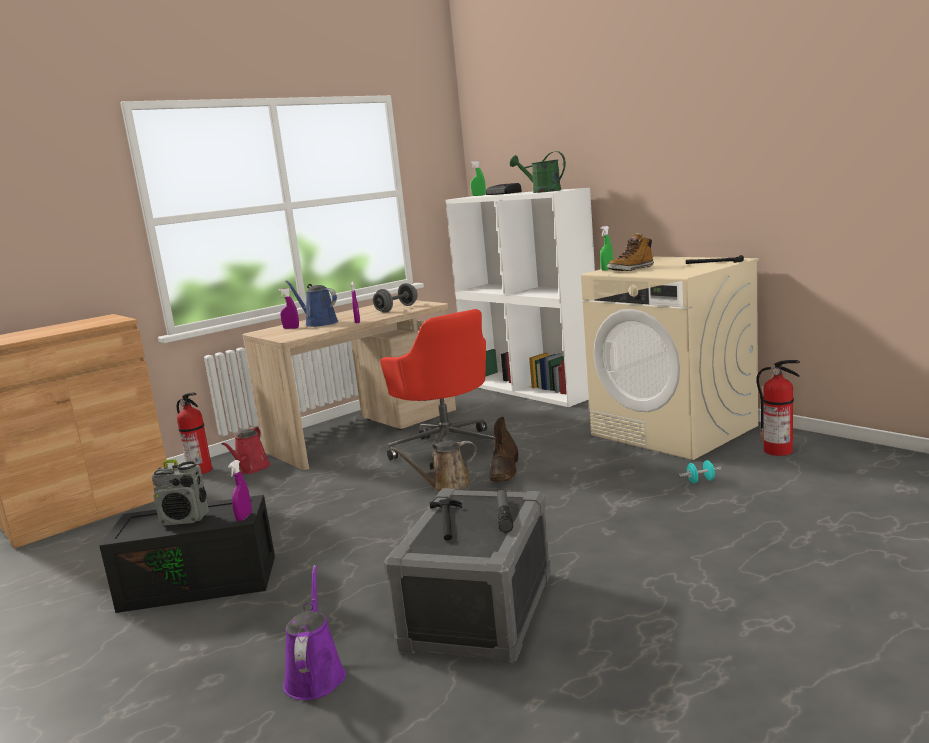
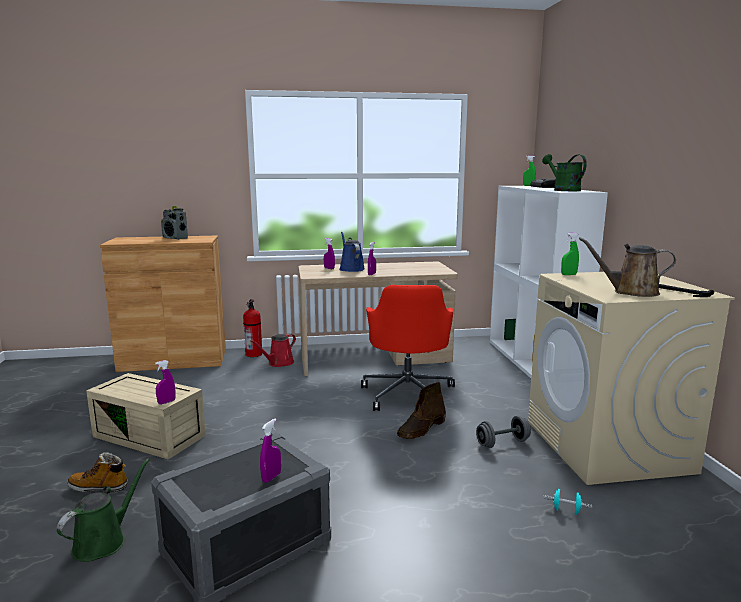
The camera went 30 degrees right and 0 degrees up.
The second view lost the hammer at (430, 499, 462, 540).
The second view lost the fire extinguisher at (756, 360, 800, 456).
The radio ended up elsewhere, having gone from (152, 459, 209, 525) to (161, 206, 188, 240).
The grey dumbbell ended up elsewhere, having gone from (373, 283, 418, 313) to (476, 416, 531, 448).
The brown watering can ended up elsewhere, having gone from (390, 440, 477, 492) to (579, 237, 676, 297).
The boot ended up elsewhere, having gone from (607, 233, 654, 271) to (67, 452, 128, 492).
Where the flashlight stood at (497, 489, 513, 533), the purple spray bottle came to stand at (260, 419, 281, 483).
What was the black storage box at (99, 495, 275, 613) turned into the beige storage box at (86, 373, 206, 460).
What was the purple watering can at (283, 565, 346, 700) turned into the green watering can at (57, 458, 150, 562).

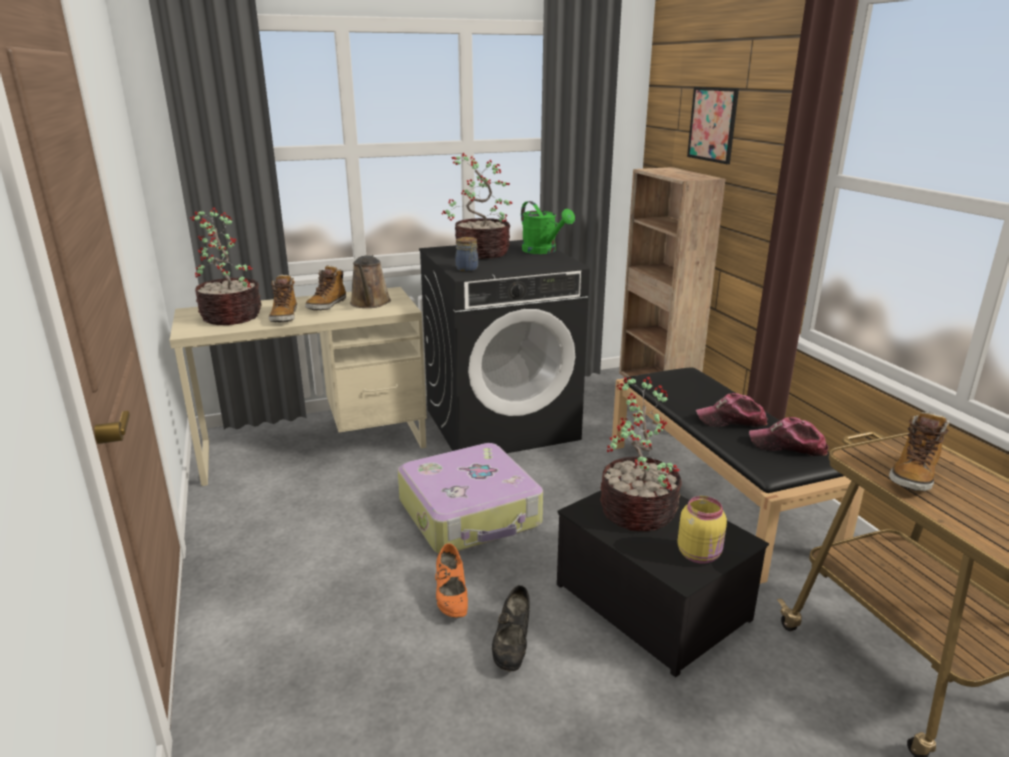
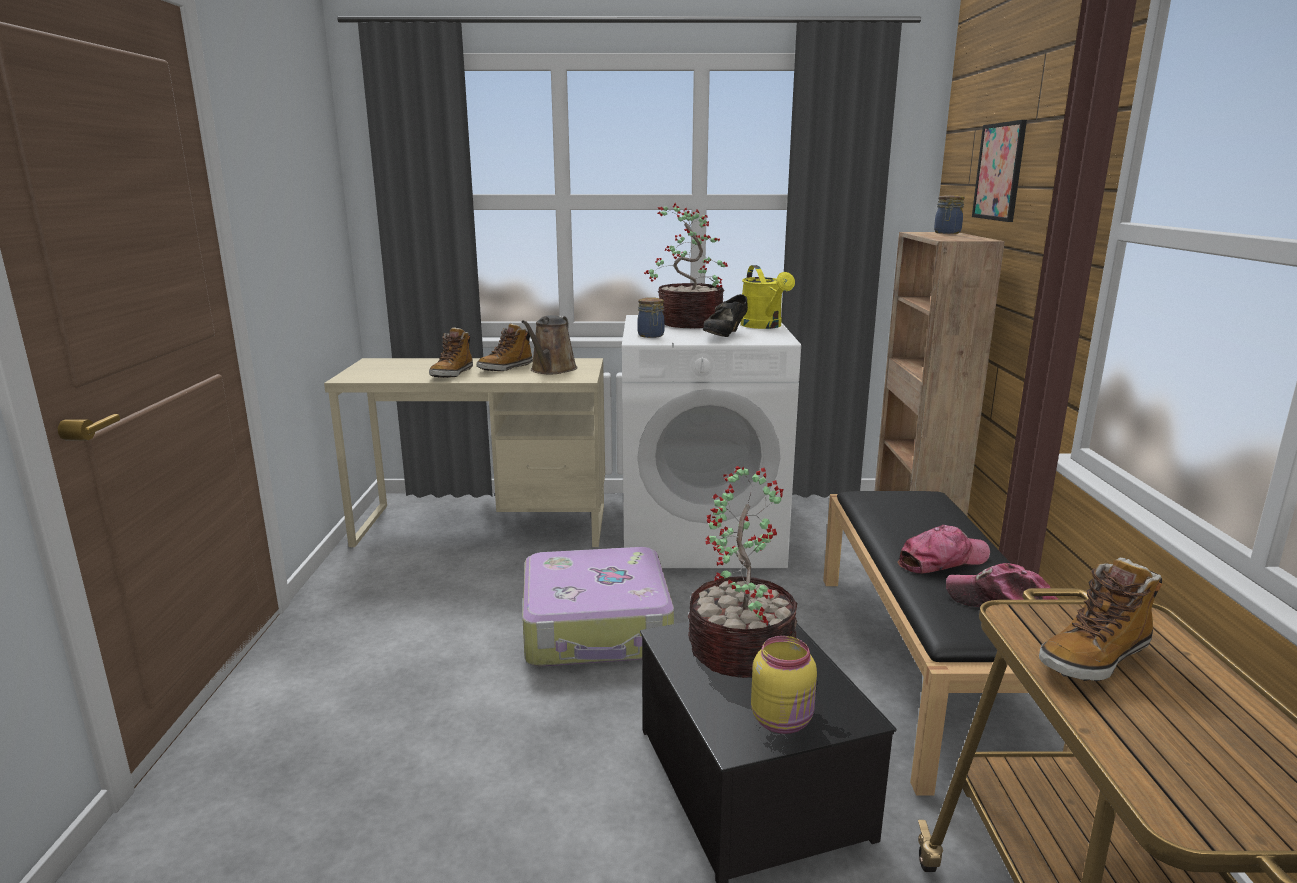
The camera went 20 degrees right and 5 degrees down.
The second view lost the potted plant at (190, 208, 262, 325).
The second view lost the orange shoe at (435, 543, 468, 618).
The second view gained the jar at (934, 195, 964, 234).
The black shoe ended up elsewhere, having gone from (492, 585, 530, 671) to (703, 294, 748, 337).
What was the black washing machine at (419, 240, 590, 453) turned into the white washing machine at (622, 315, 801, 568).
What was the green watering can at (521, 201, 575, 254) turned into the yellow watering can at (740, 265, 795, 329).
The cap at (696, 393, 767, 427) ended up facing another way, 135 degrees clockwise from before.

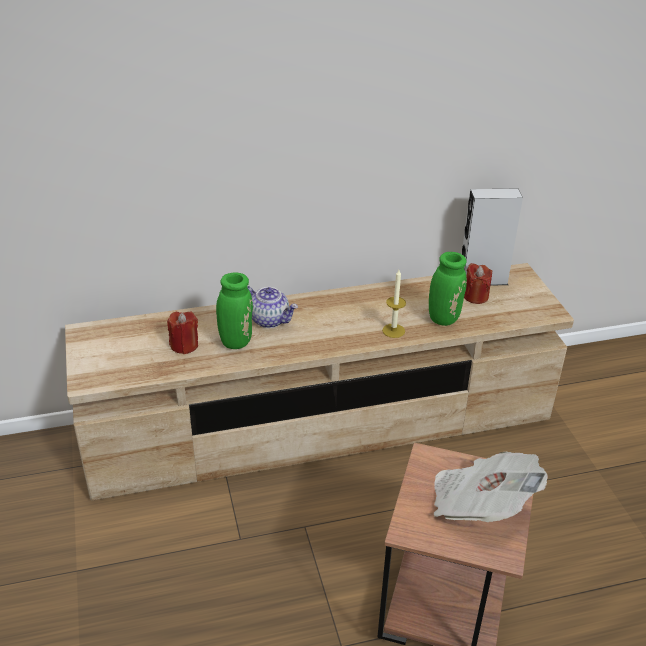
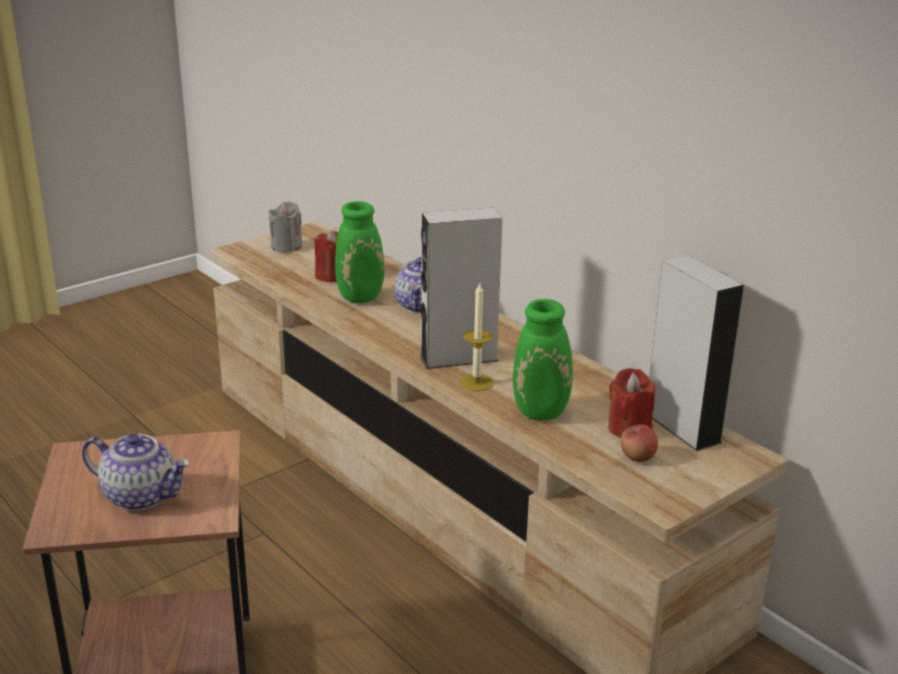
The camera went 65 degrees right and 10 degrees down.
The second view gained the grey candle at (268, 202, 303, 252).
The second view gained the grey speaker at (420, 208, 503, 369).
The second view gained the apple at (621, 424, 658, 462).
Where the newspaper stood at (433, 452, 548, 522), the teapot came to stand at (82, 434, 190, 511).

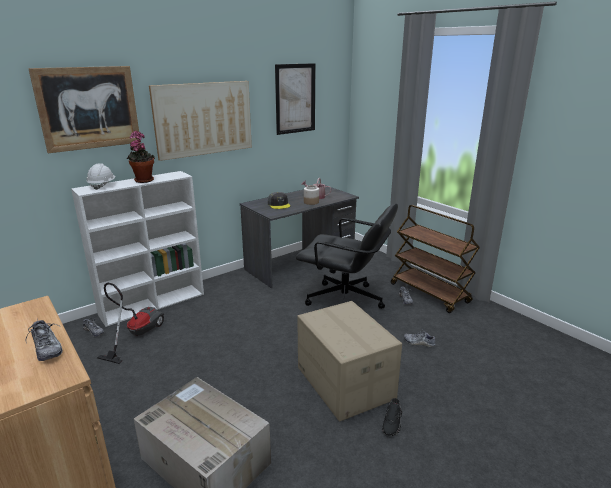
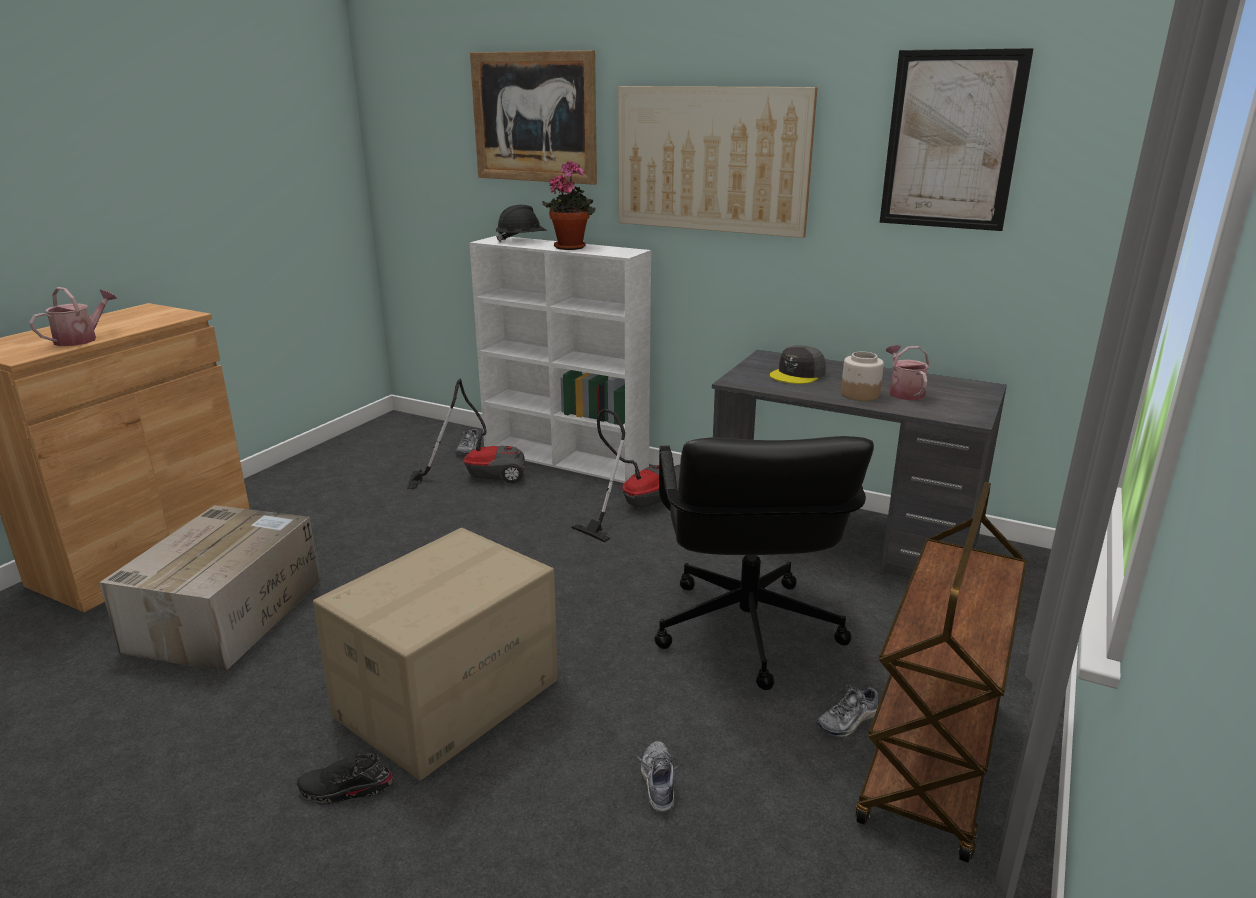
The camera went 65 degrees right and 0 degrees up.
The second view gained the vacuum cleaner at (572, 409, 662, 542).
Where the shoe stood at (25, 319, 63, 361), the watering can came to stand at (30, 287, 117, 346).
What was the white hard hat at (86, 163, 115, 190) turned into the black hard hat at (496, 205, 547, 242).

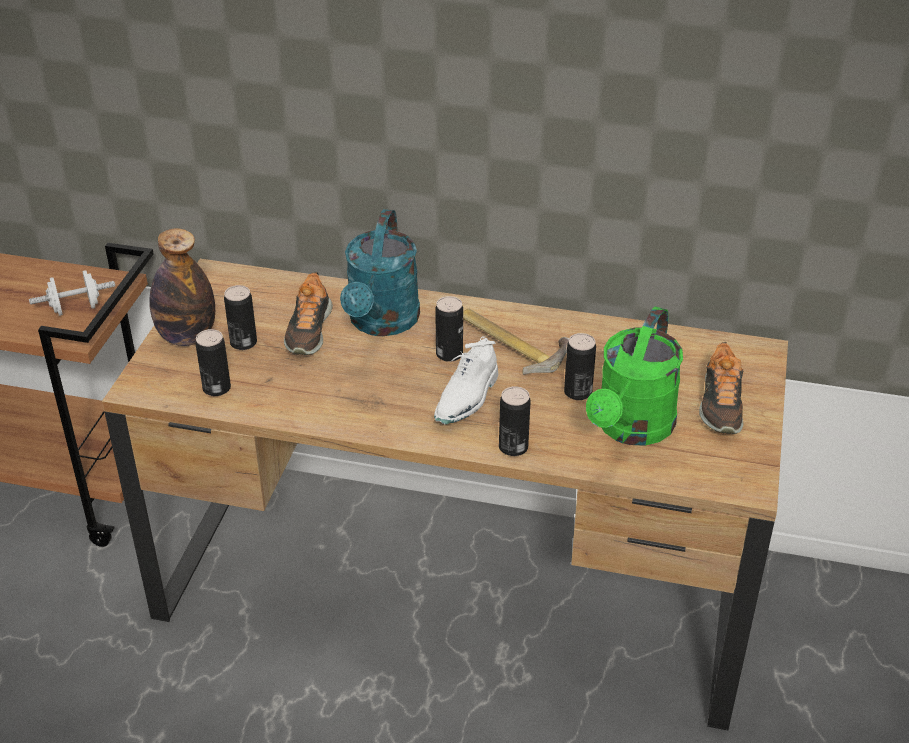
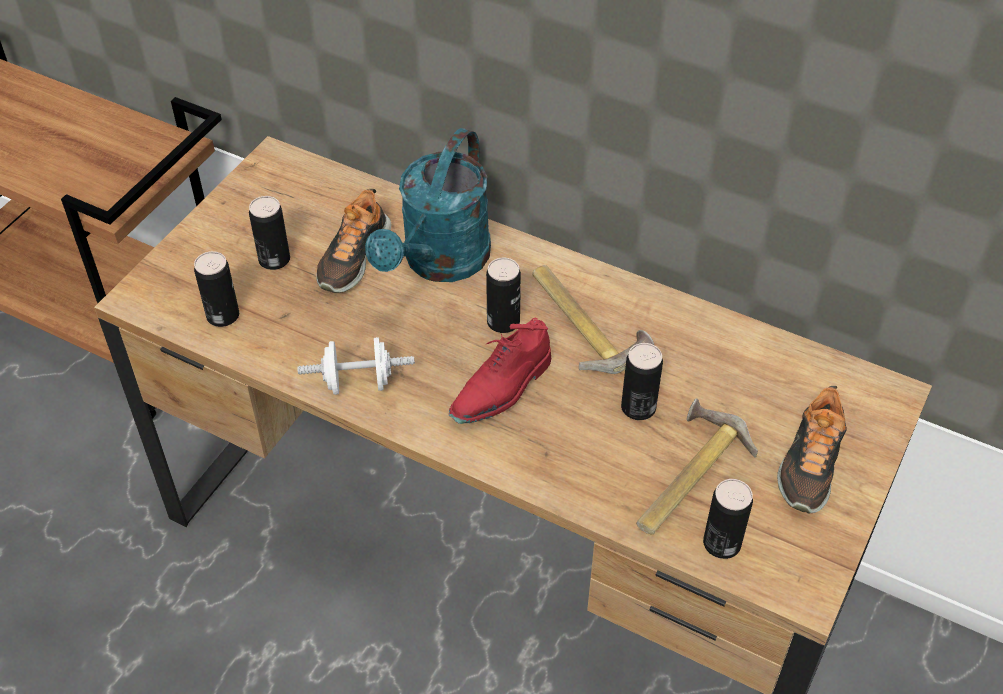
The camera went 15 degrees right and 10 degrees up.
The second view lost the bottle at (149, 228, 215, 346).
The white dumbbell ended up elsewhere, having gone from (29, 271, 115, 316) to (297, 337, 415, 395).
The can ended up elsewhere, having gone from (499, 386, 531, 456) to (703, 479, 753, 559).
Where the green watering can stood at (586, 307, 683, 446), the hammer came to stand at (636, 398, 758, 534).
What was the white shoe at (434, 336, 498, 424) turned into the red shoe at (449, 318, 551, 424).

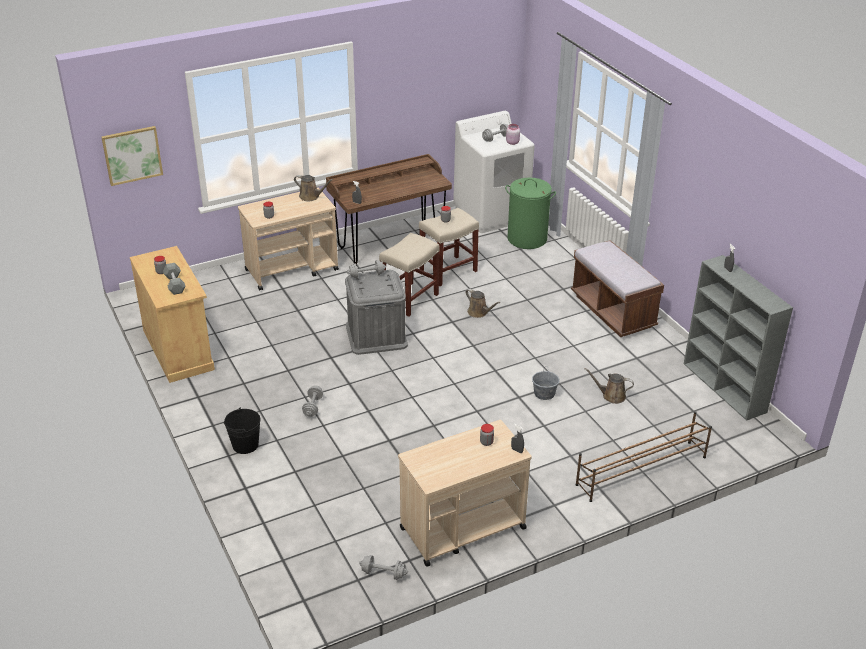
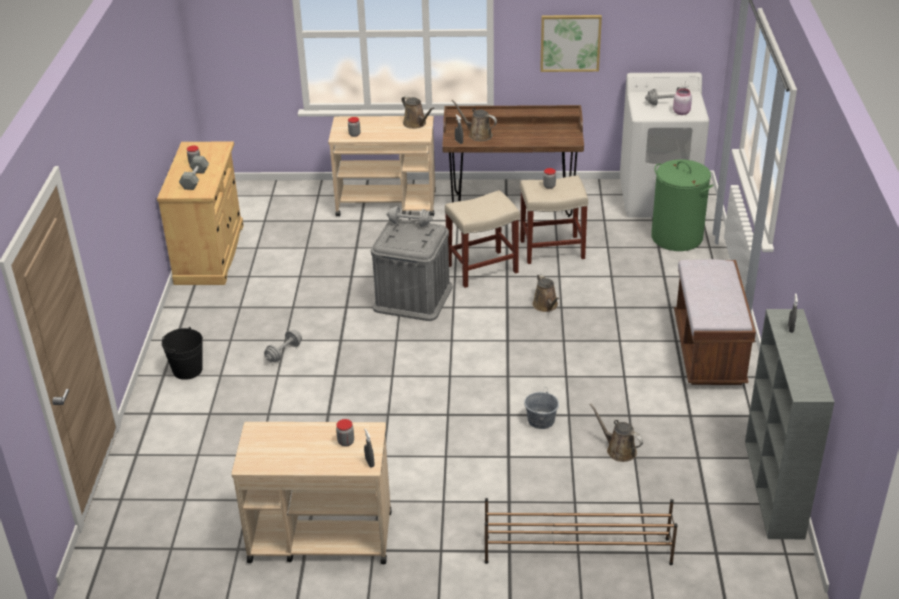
The camera went 30 degrees right and 0 degrees up.
The second view lost the grey dumbbell at (359, 555, 408, 580).
The second view gained the brown watering can at (451, 100, 497, 141).
The picture ended up elsewhere, having gone from (101, 126, 163, 186) to (540, 15, 602, 72).

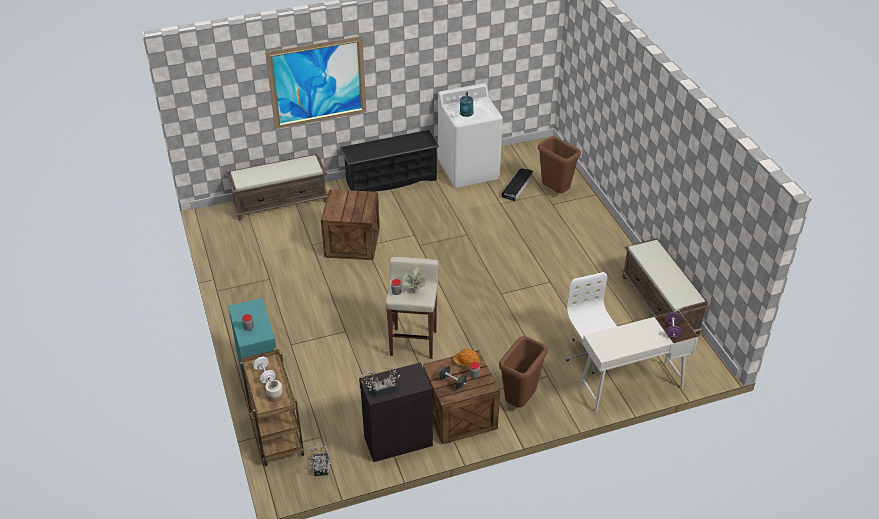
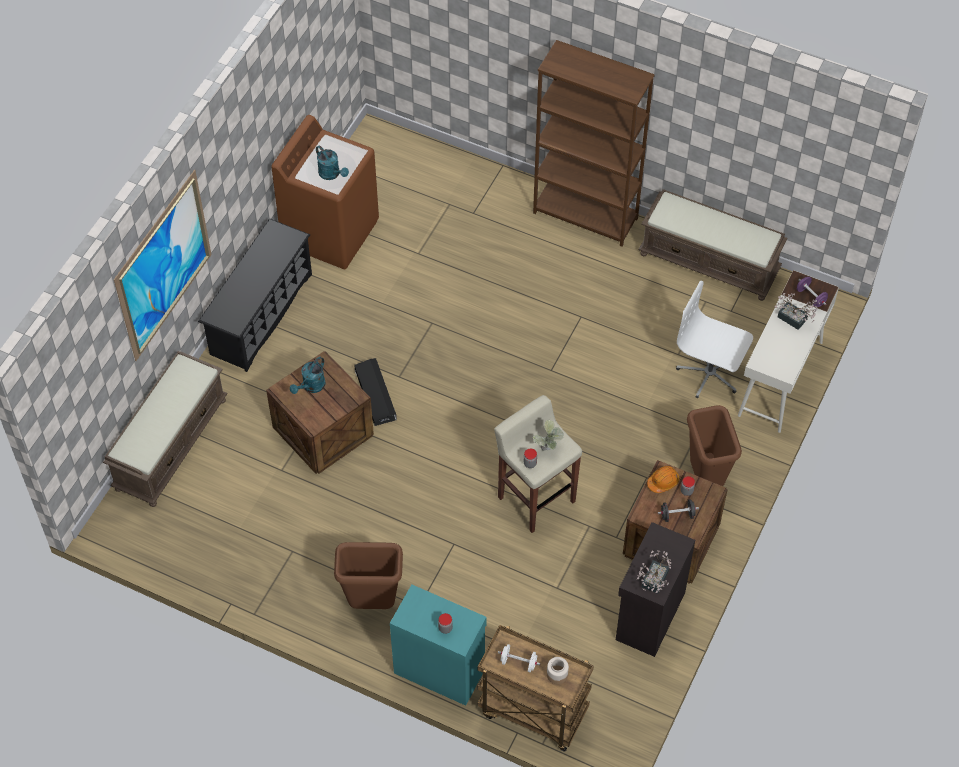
The camera went 45 degrees left and 15 degrees up.
The second view gained the turquoise watering can at (290, 357, 326, 394).
The second view gained the brown bookcase at (533, 40, 655, 247).
The potted plant ended up elsewhere, having gone from (308, 443, 333, 476) to (774, 293, 820, 330).
The black storage box ended up elsewhere, having gone from (502, 168, 534, 201) to (354, 358, 397, 426).
The brown trash can ended up elsewhere, having gone from (538, 136, 581, 193) to (334, 542, 403, 609).
What was the white washing machine at (438, 83, 503, 188) turned into the brown washing machine at (271, 115, 379, 269).

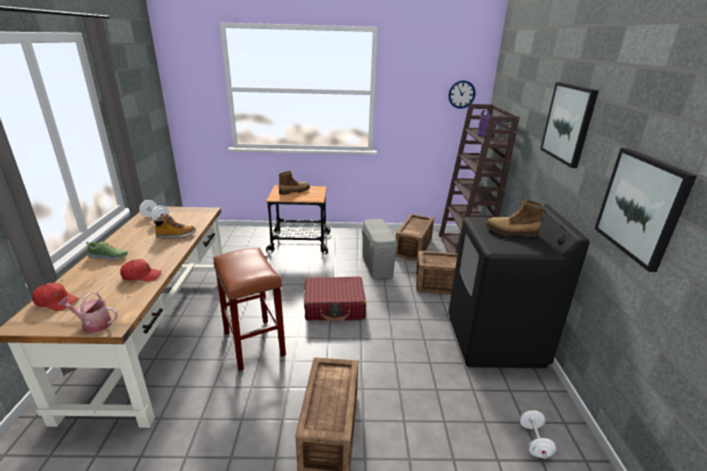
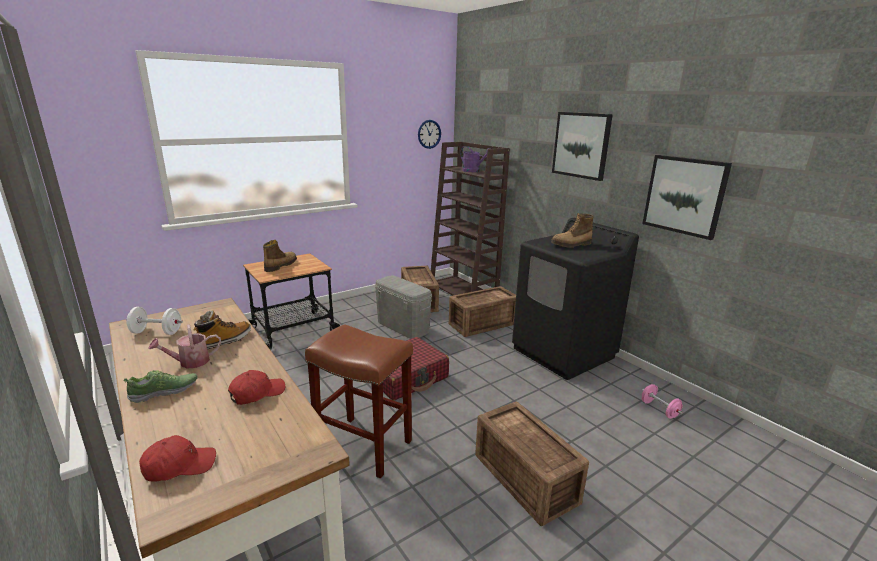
The camera went 35 degrees left and 5 degrees down.
The watering can ended up elsewhere, having gone from (57, 292, 118, 333) to (148, 324, 221, 369).
What was the white dumbbell at (520, 410, 556, 459) turned into the pink dumbbell at (642, 384, 683, 419).

